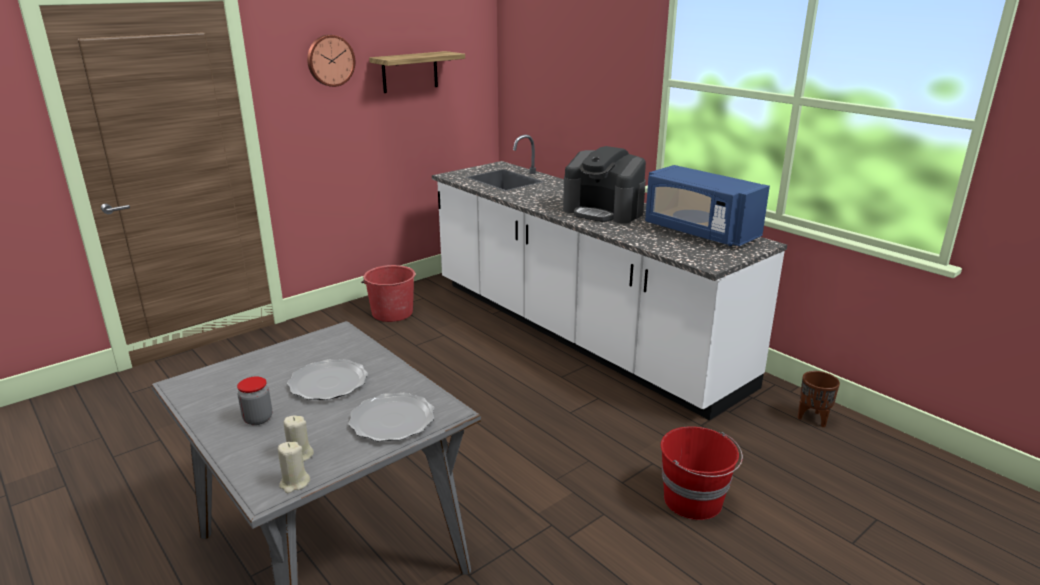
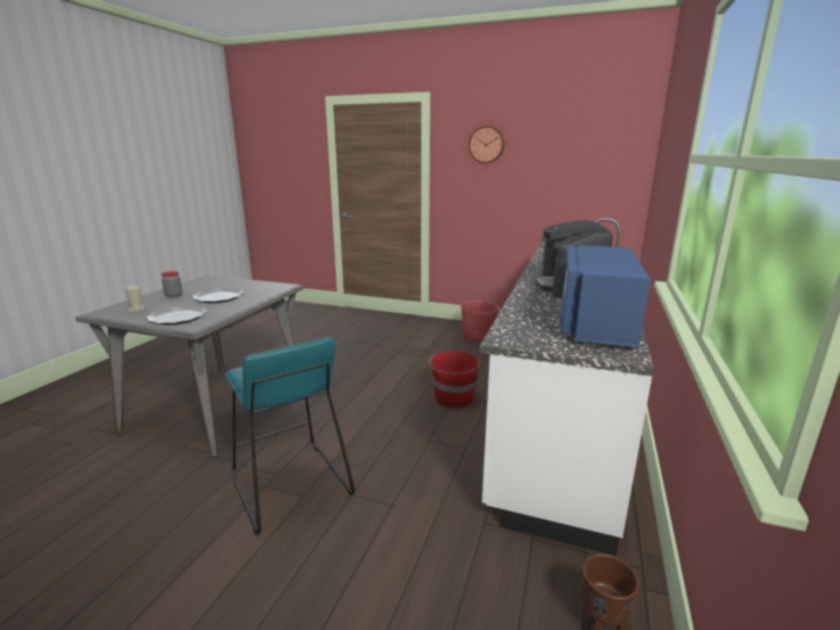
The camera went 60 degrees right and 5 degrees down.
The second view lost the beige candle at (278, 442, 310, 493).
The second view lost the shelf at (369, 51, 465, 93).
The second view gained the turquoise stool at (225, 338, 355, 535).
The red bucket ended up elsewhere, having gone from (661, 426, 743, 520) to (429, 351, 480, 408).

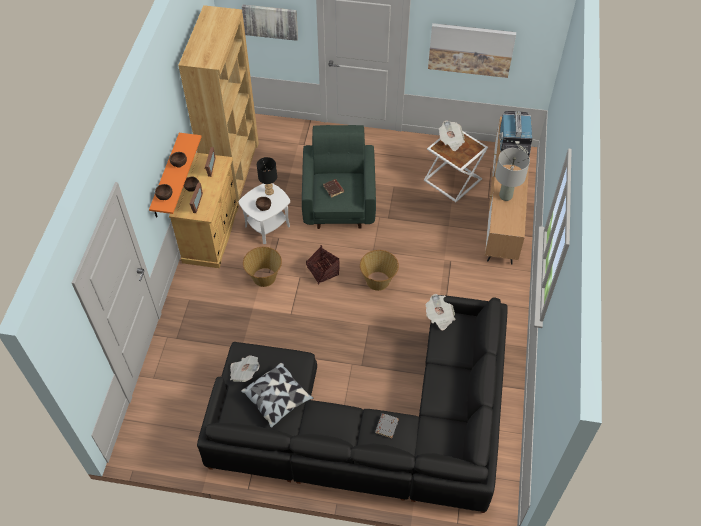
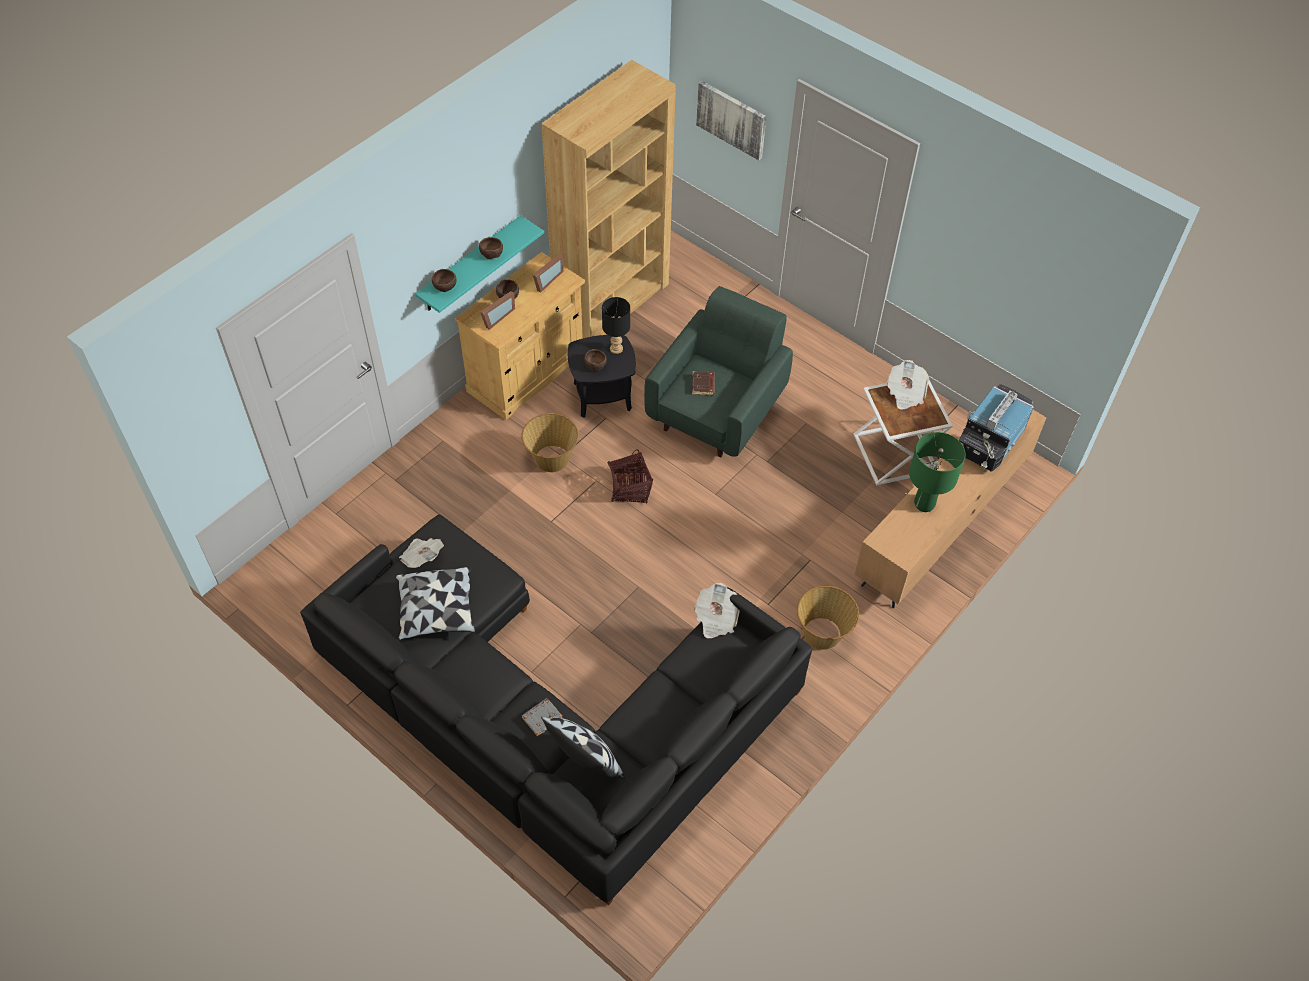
The camera went 30 degrees right and 0 degrees up.
The second view lost the picture at (428, 23, 516, 78).
The second view gained the pillow at (541, 717, 624, 779).
The basket ended up elsewhere, having gone from (360, 250, 399, 291) to (797, 586, 859, 650).
What was the orange shelf at (149, 133, 202, 218) turned into the turquoise shelf at (415, 215, 544, 313).
What was the white side table at (239, 183, 290, 244) turned into the black side table at (568, 335, 636, 418).
What was the grey table lamp at (495, 148, 530, 201) turned into the green table lamp at (909, 432, 966, 512).

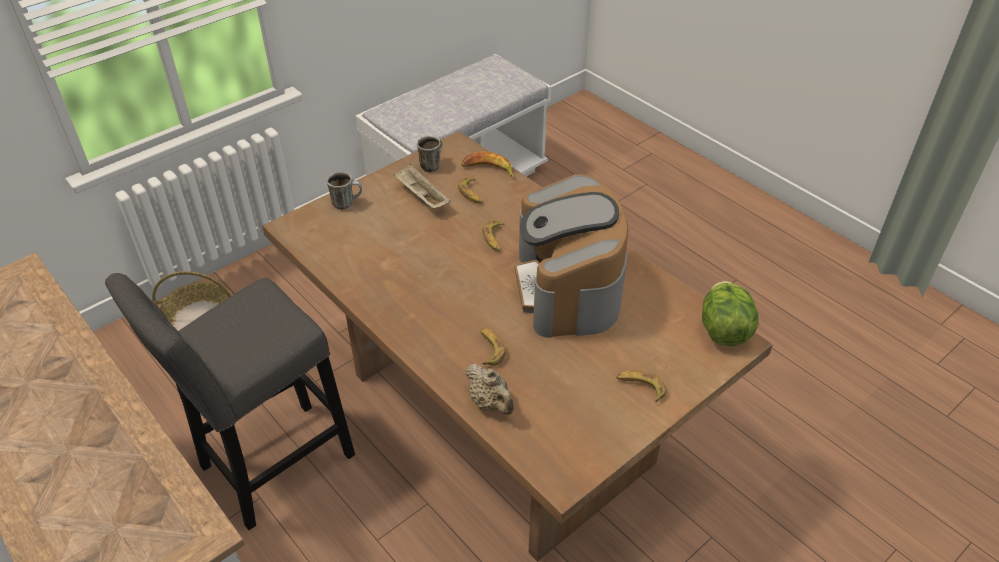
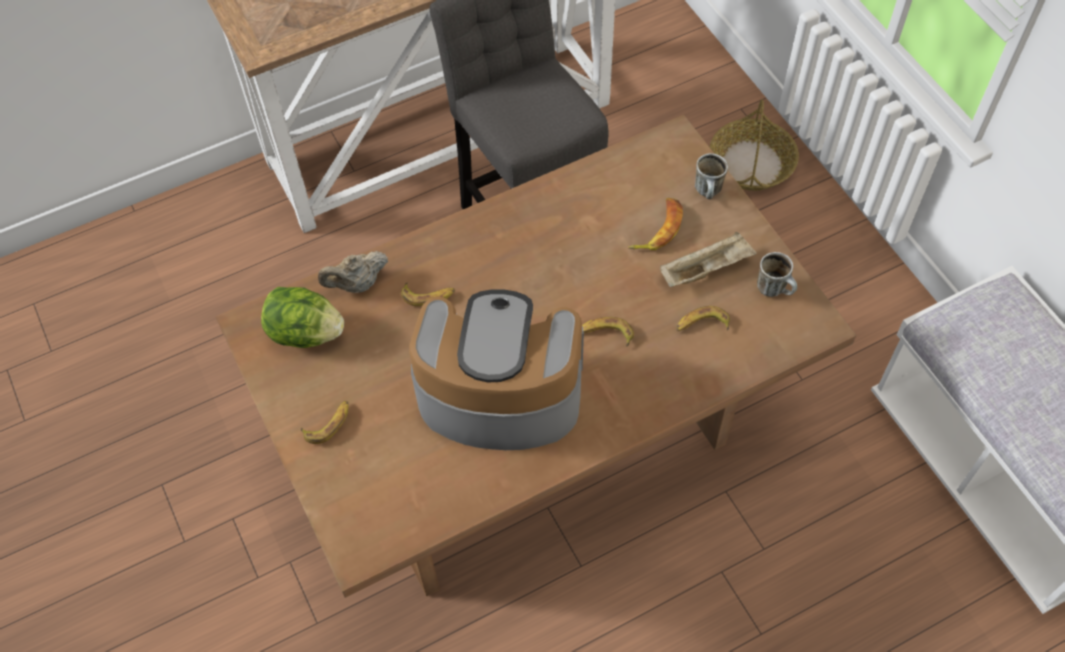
The camera went 105 degrees right and 15 degrees up.
The banana ended up elsewhere, having gone from (461, 152, 514, 178) to (628, 198, 683, 250).
The lettuce ended up elsewhere, having gone from (702, 281, 759, 346) to (261, 287, 344, 348).

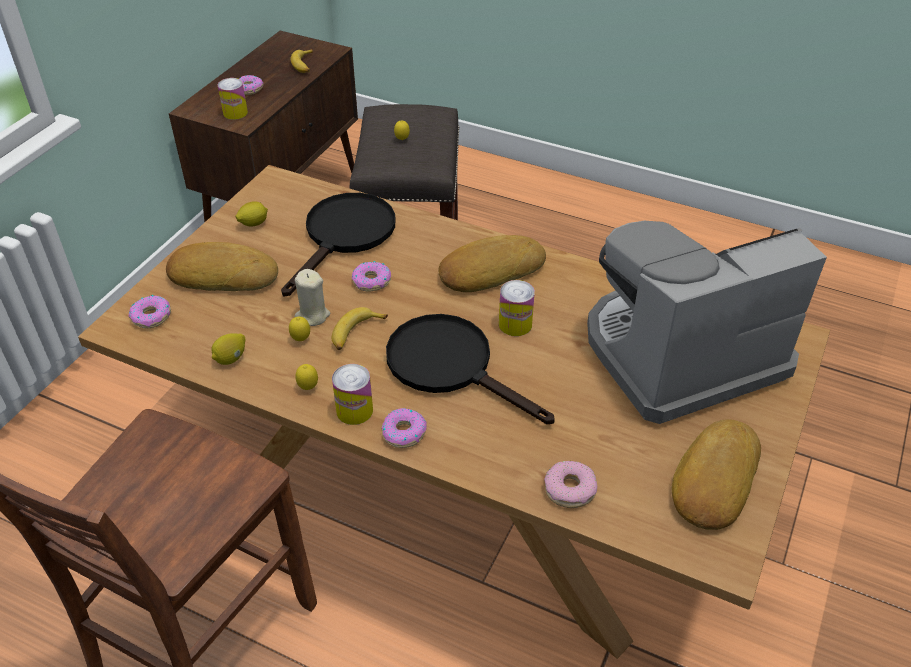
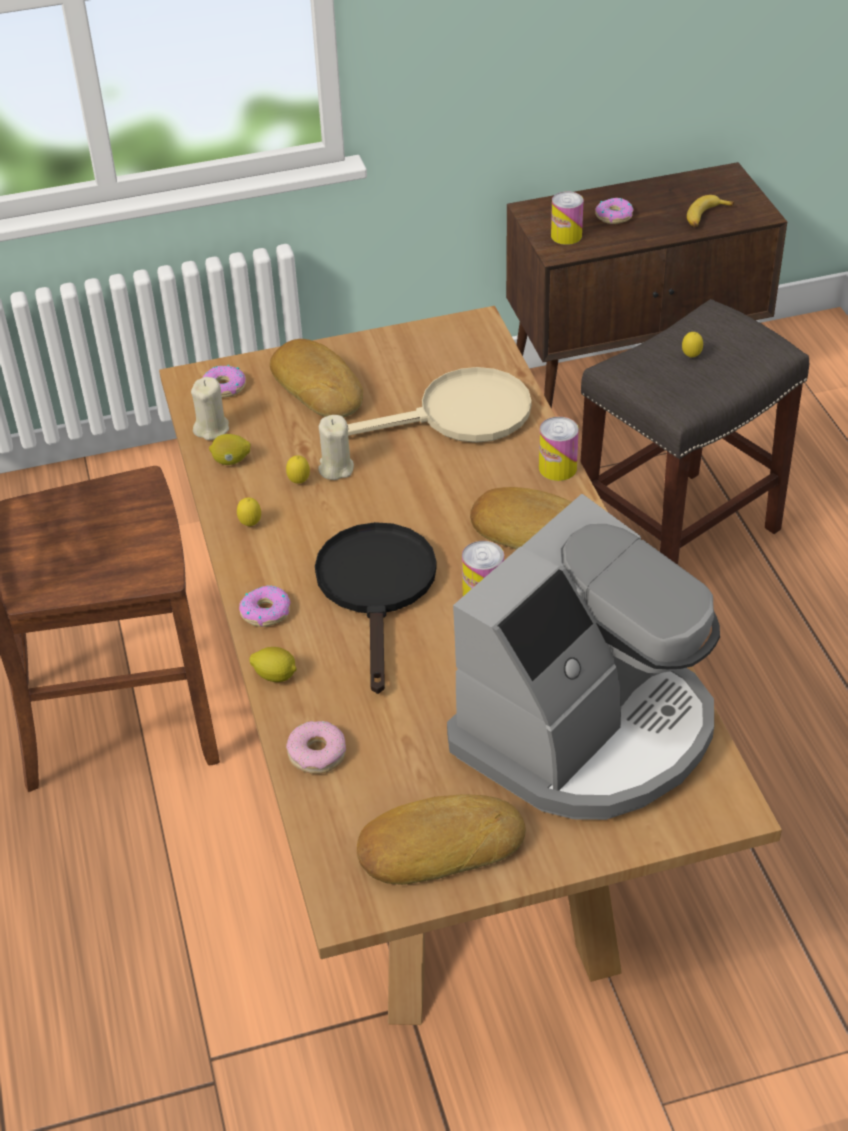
The camera went 50 degrees right and 0 degrees up.
The second view lost the banana at (332, 307, 388, 350).
The second view lost the donut at (352, 261, 391, 291).
The second view gained the beige candle at (191, 377, 229, 440).
The lemon ended up elsewhere, having gone from (235, 201, 268, 227) to (250, 647, 297, 682).
The can ended up elsewhere, having gone from (332, 364, 373, 425) to (539, 417, 579, 481).
What was the black frying pan at (281, 193, 396, 297) turned into the beige frying pan at (347, 367, 531, 443).
The coffee machine at (587, 221, 827, 424) ended up facing another way, 105 degrees clockwise from before.

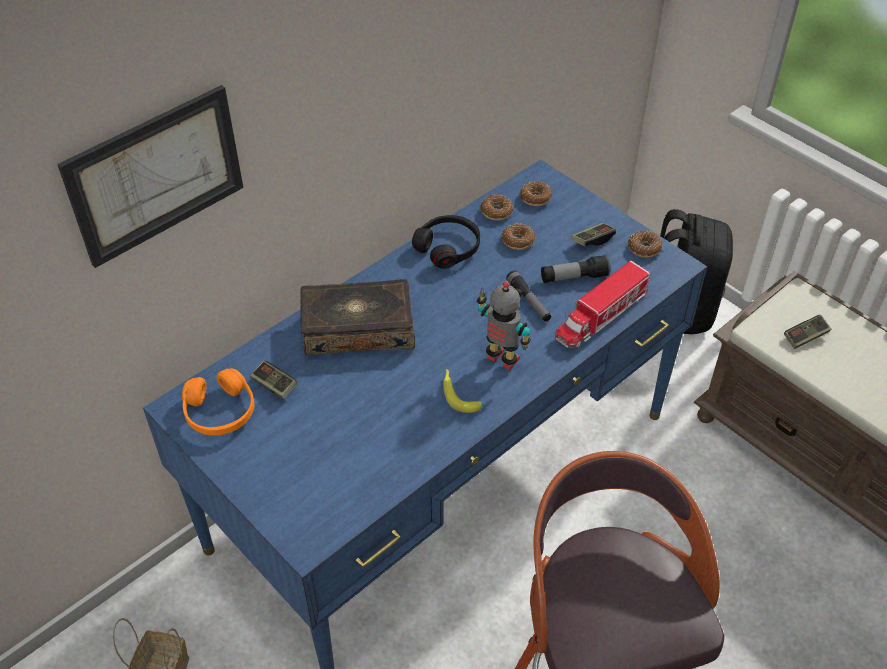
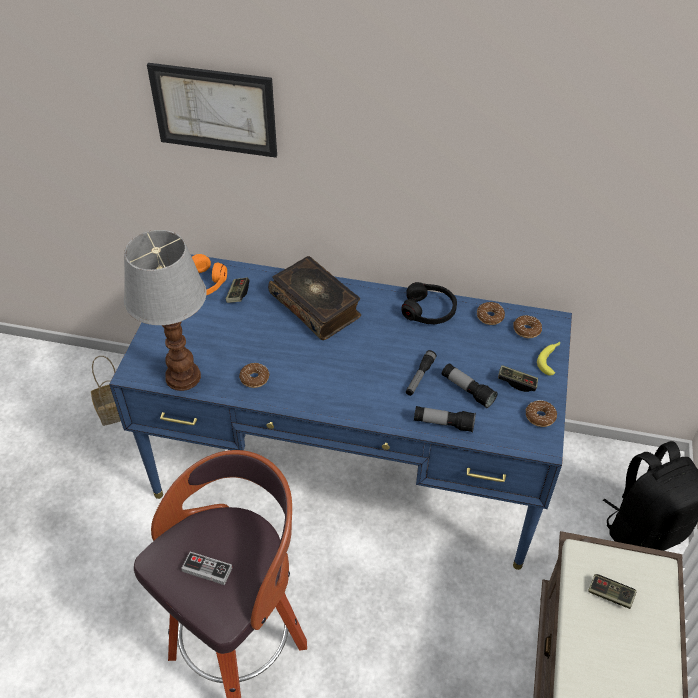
The camera went 55 degrees right and 0 degrees up.
The second view lost the toy robot at (477, 281, 531, 370).
The second view gained the table lamp at (124, 230, 207, 391).
The second view gained the game controller at (181, 552, 232, 585).
The banana ended up elsewhere, having gone from (443, 369, 482, 413) to (537, 342, 560, 376).
The donut ended up elsewhere, having gone from (502, 223, 535, 250) to (239, 363, 270, 388).
Where the toy truck stood at (555, 261, 650, 349), the flashlight came to stand at (414, 406, 476, 433).

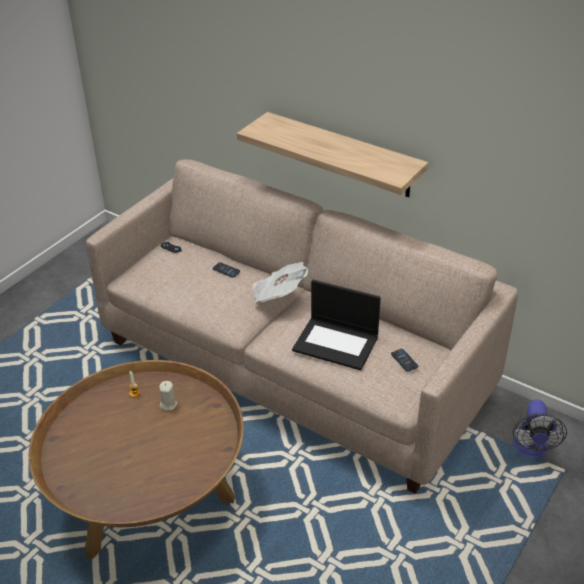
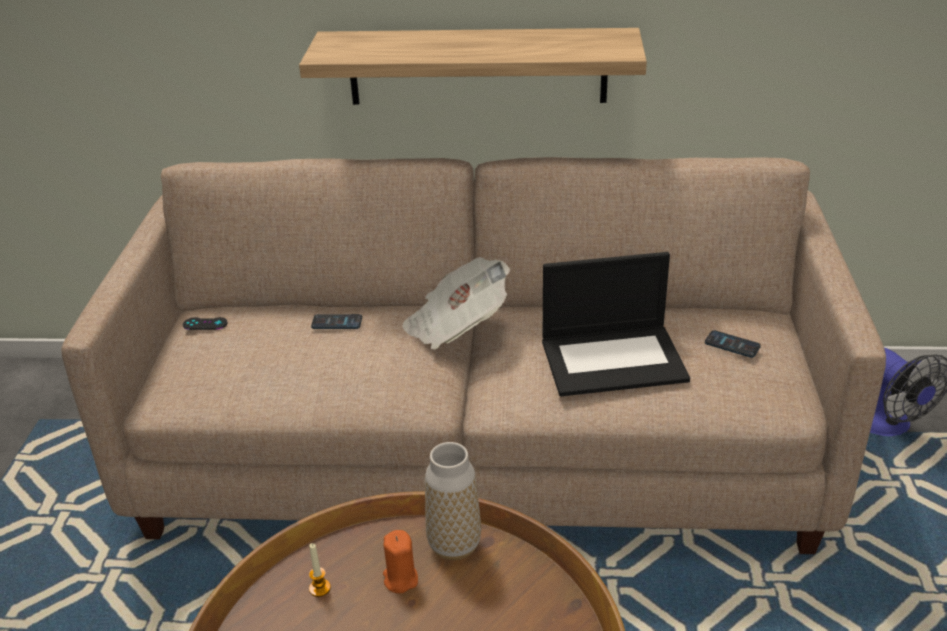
The camera went 30 degrees left and 5 degrees down.
The second view gained the vase at (425, 442, 481, 560).
What was the beige candle at (159, 381, 177, 411) turned into the orange candle at (383, 530, 418, 593).

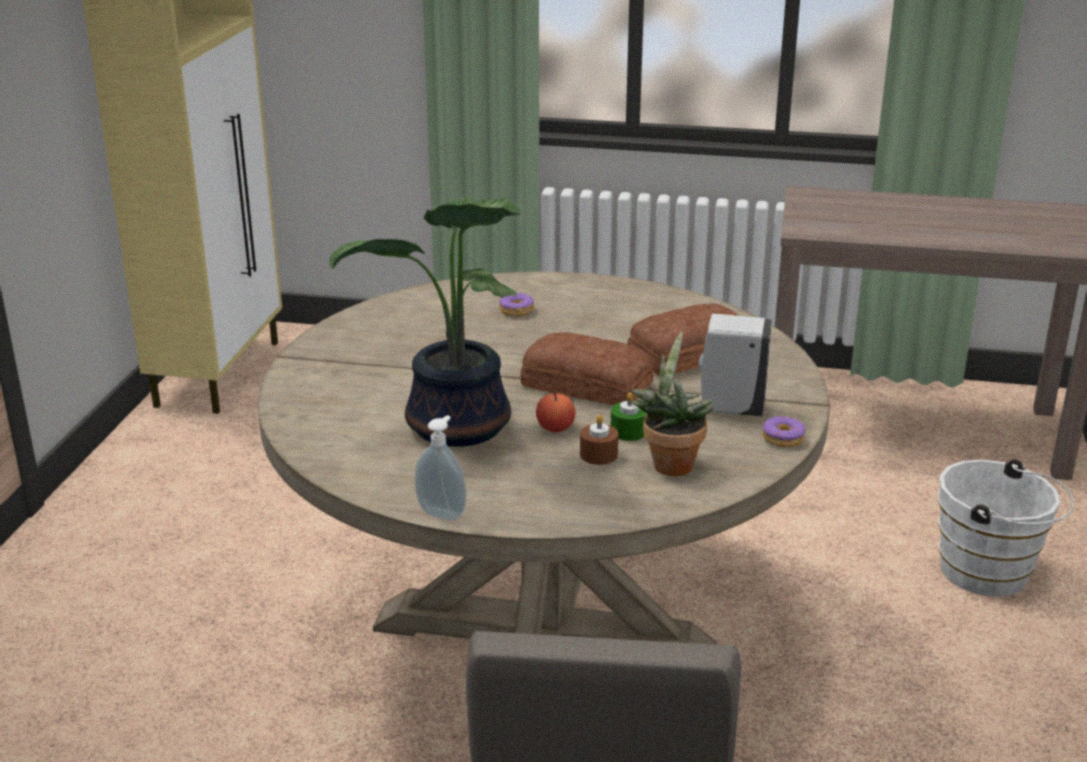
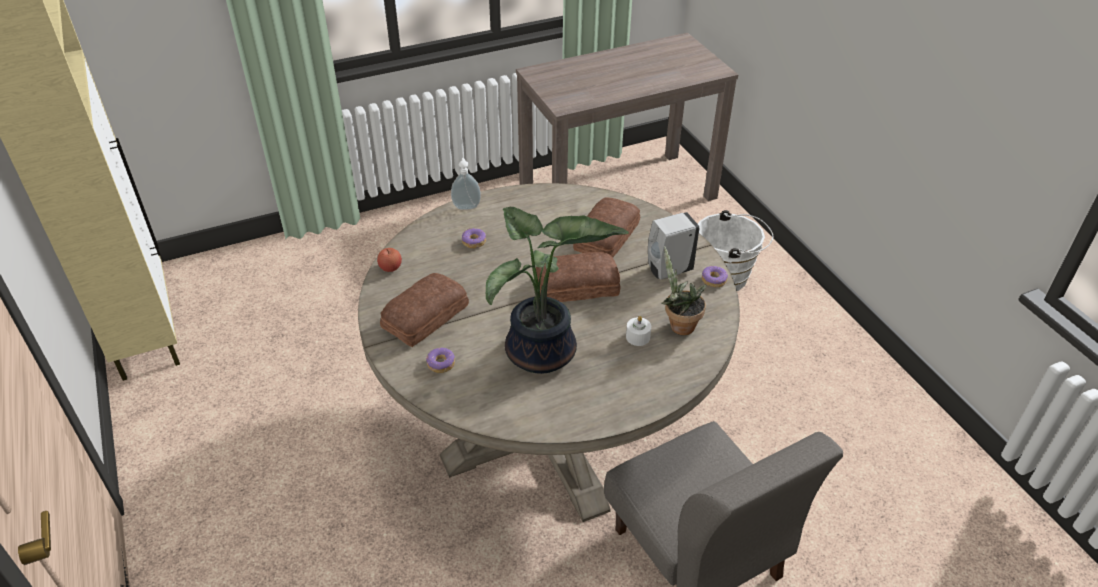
The camera went 35 degrees left and 15 degrees up.
The second view lost the green candle at (611, 392, 647, 441).
The second view gained the bread at (380, 273, 469, 347).
The second view gained the donut at (426, 348, 455, 373).
The soap dispenser ended up elsewhere, having gone from (415, 415, 466, 521) to (451, 158, 481, 210).
The apple ended up elsewhere, having gone from (536, 390, 575, 432) to (377, 248, 402, 272).
What was the brown candle at (580, 415, 618, 465) turned into the white candle at (626, 316, 651, 346).

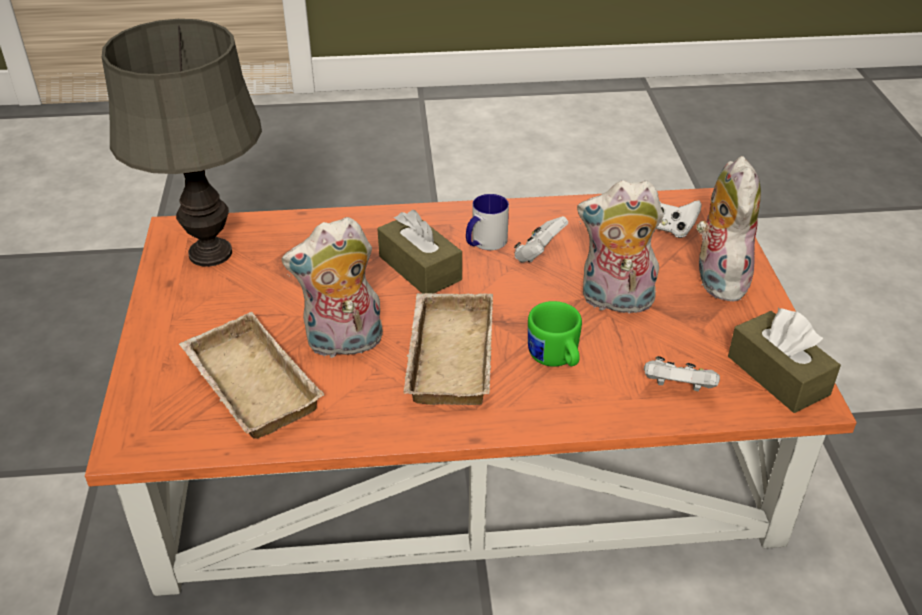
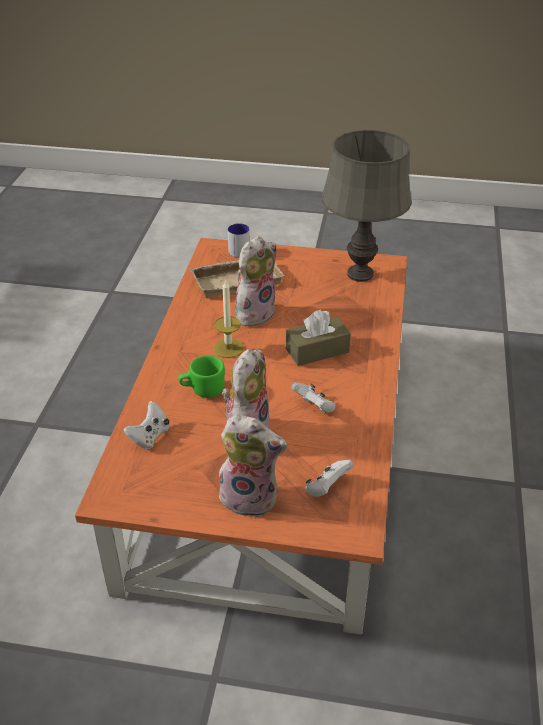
The camera went 105 degrees right and 0 degrees up.
The second view lost the brown tissue box at (728, 308, 841, 413).
The mug ended up elsewhere, having gone from (466, 194, 509, 250) to (228, 223, 250, 258).
Where the beige tray stood at (403, 293, 493, 405), the candle came to stand at (213, 279, 244, 358).
The plush toy at (282, 217, 383, 358) ended up facing another way, 45 degrees clockwise from before.

